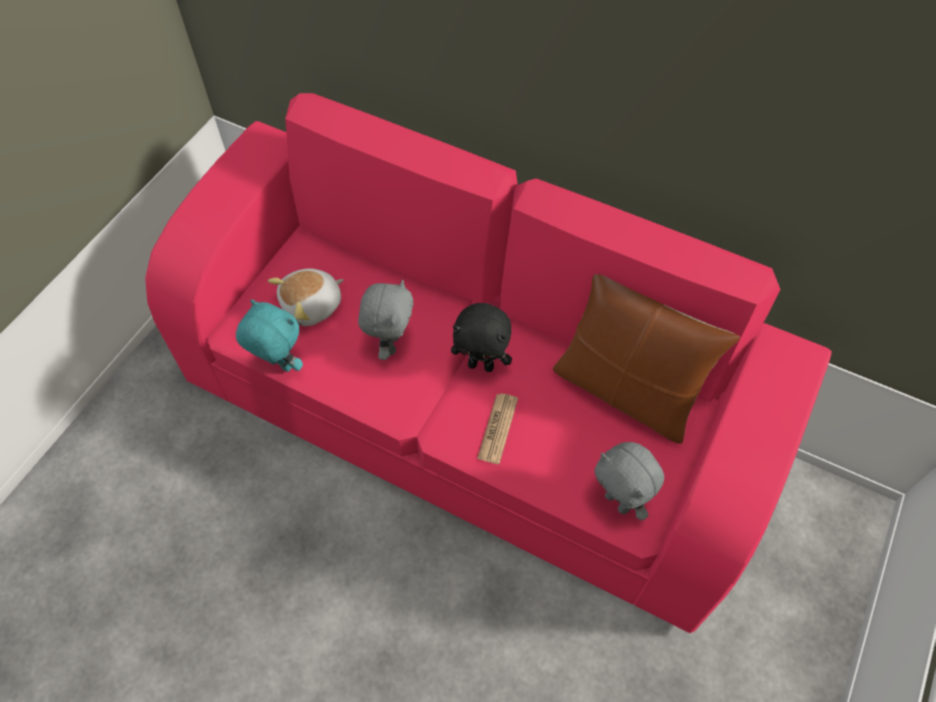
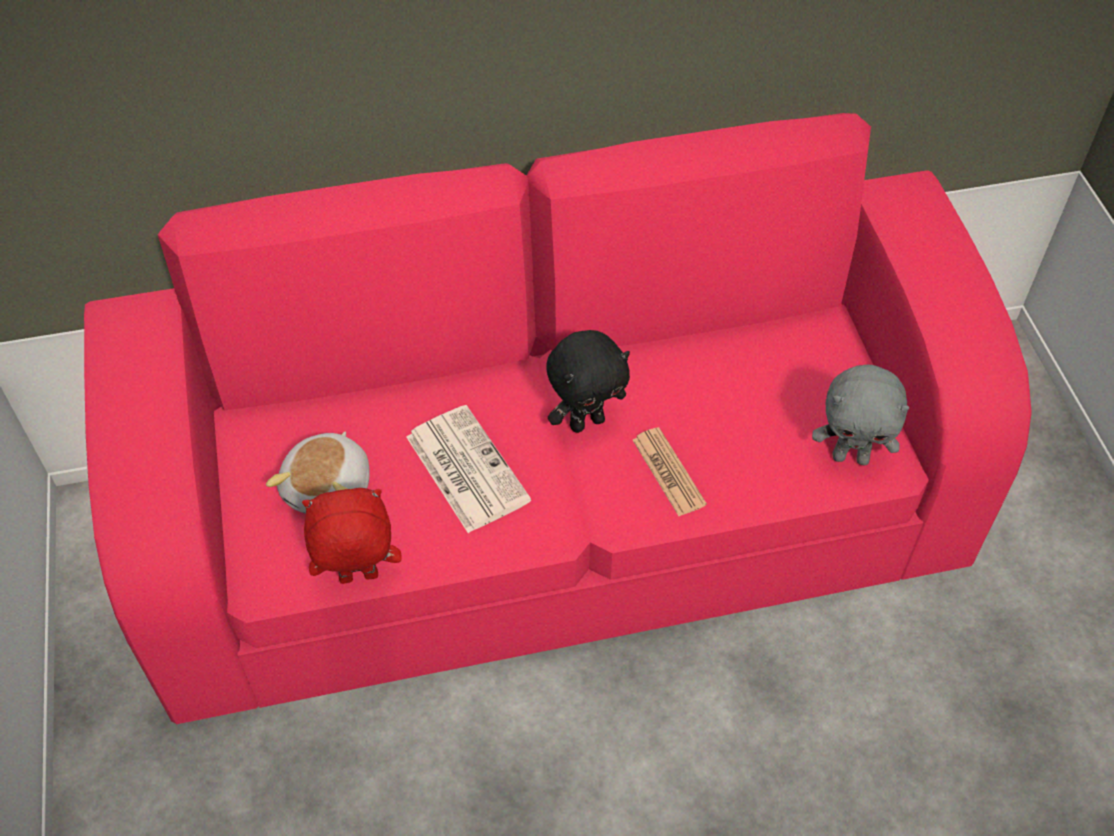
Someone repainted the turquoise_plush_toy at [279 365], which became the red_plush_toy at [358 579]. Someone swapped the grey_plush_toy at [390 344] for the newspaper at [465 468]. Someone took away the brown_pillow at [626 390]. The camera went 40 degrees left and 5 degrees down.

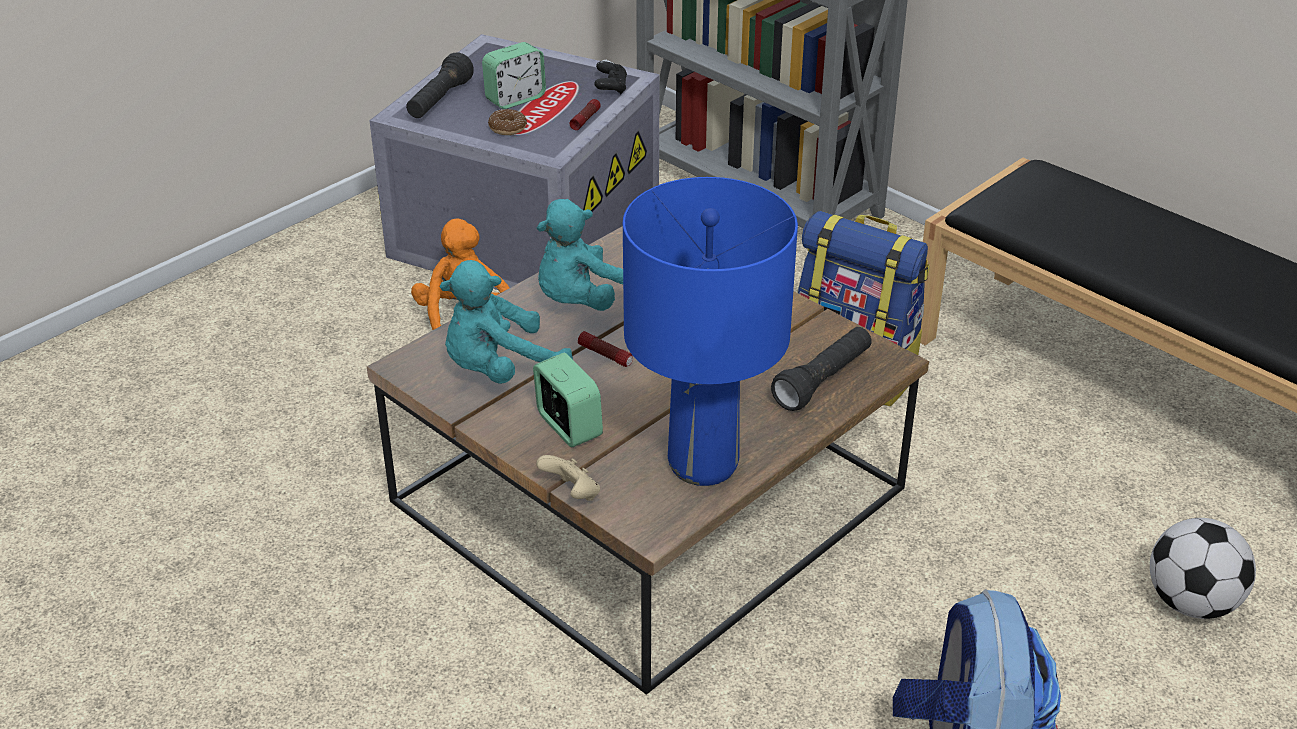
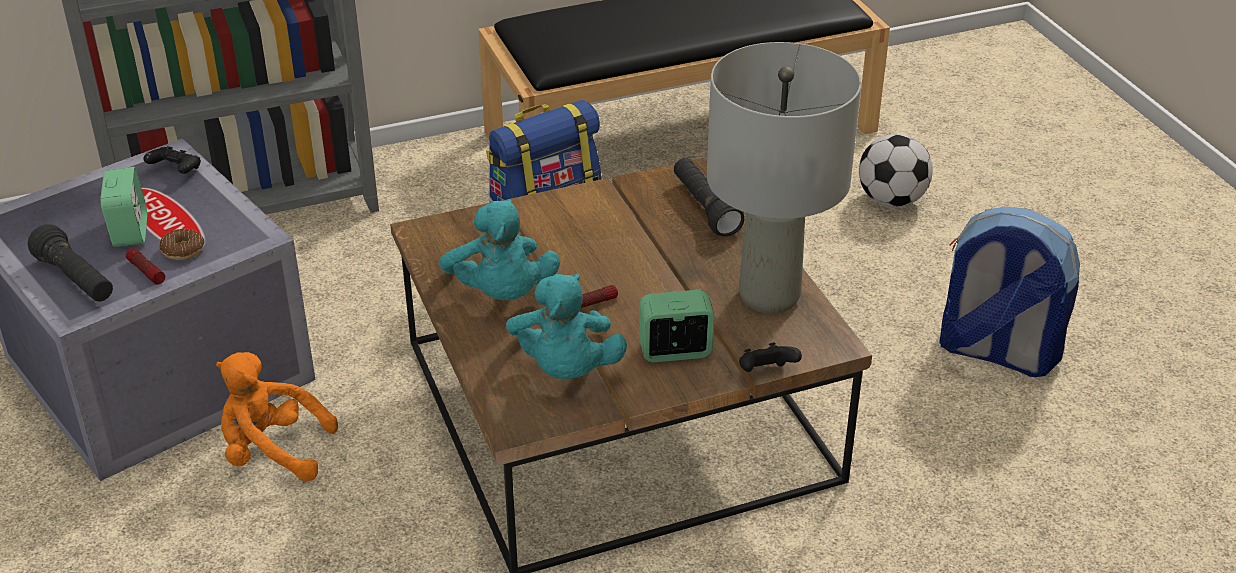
Someone repainted the beige_game_controller at [572 494], which became the black_game_controller at [766 373]. Someone carried the flashlight from [585 120] to [146 271]. Someone repainted the blue_table_lamp at [703 463], which became the grey_table_lamp at [768 295]. The camera went 65 degrees left and 0 degrees up.

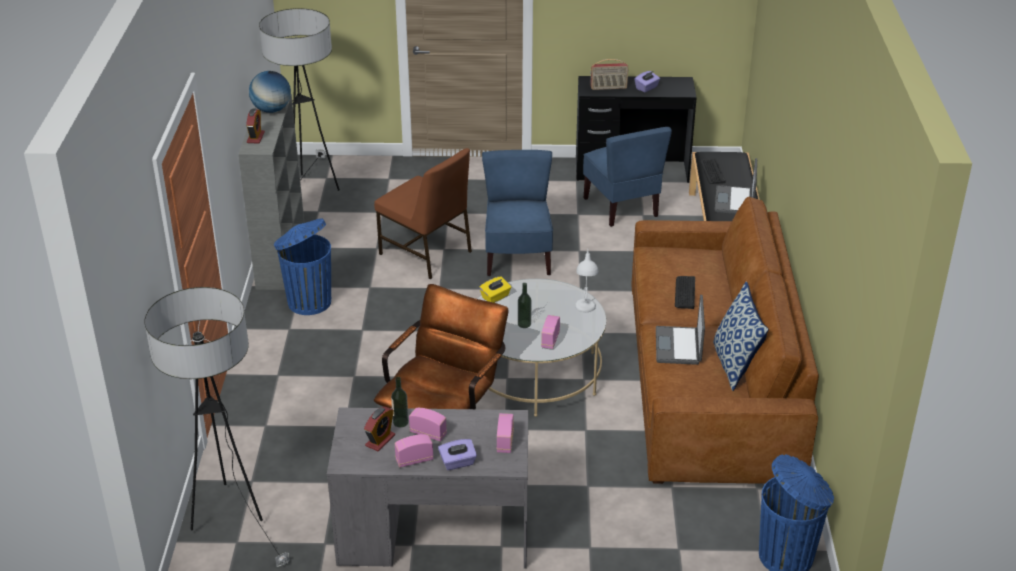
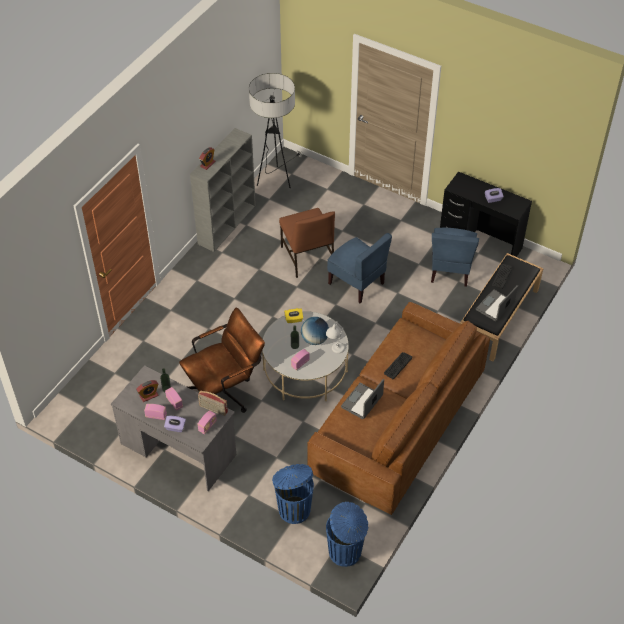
Someone took away the floor_lamp at [229 518]. Someone carried the globe from [271 110] to [314 339]. Someone carried the blue_trash_can from [308 301] to [294 509]. Someone rotated the blue_chair at [517 258] by 105 degrees clockwise. Someone carried the radio from [608 88] to [213 409]. Someone took away the pillow at [735 365]. The camera went 30 degrees right and 15 degrees up.

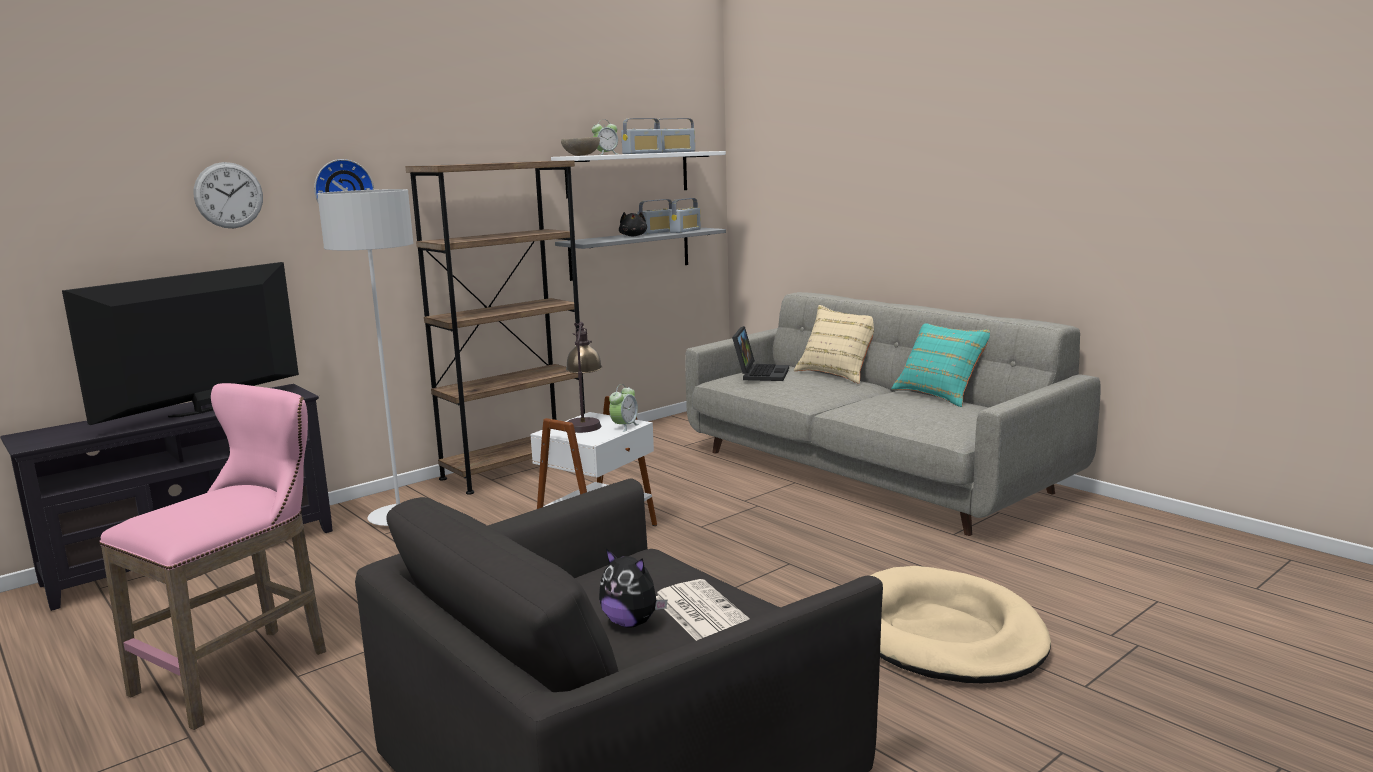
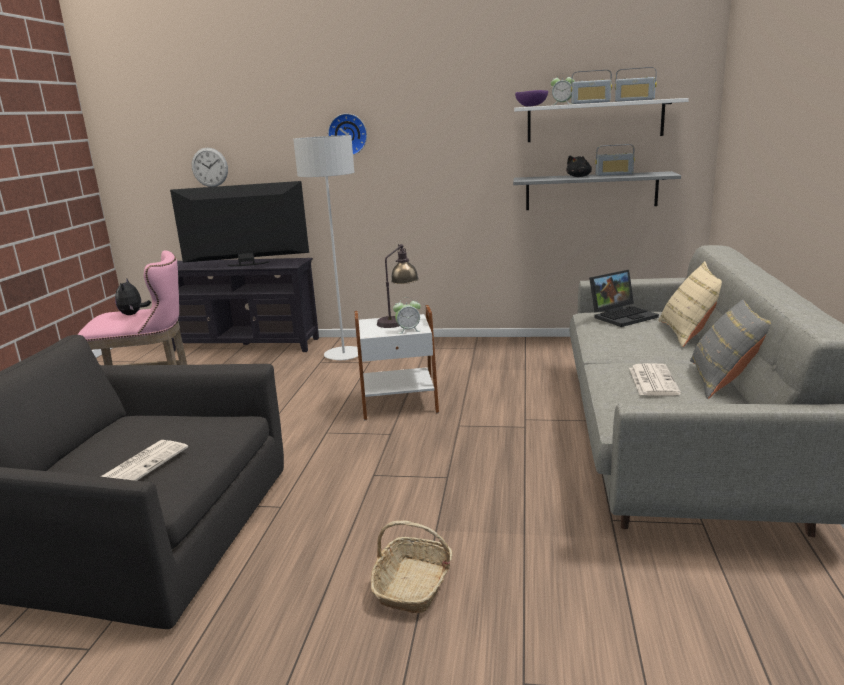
Someone carried the wall_clock from [228 195] to [209 167]. Someone took away the brown_bookcase at [516 469]. Someone repainted the beige_bowl at [581 155], which became the purple_bowl at [532 106]. Someone carried the plush_toy from [631 622] to [133 314]. Someone took away the radio at [685 231]. Someone swapped the beige_dog_bed at [942 633] for the basket at [413 585]. Someone repainted the turquoise_pillow at [940 395], which became the grey_pillow at [725 380]. Someone put down the newspaper at [652 380]. The camera went 50 degrees right and 5 degrees up.

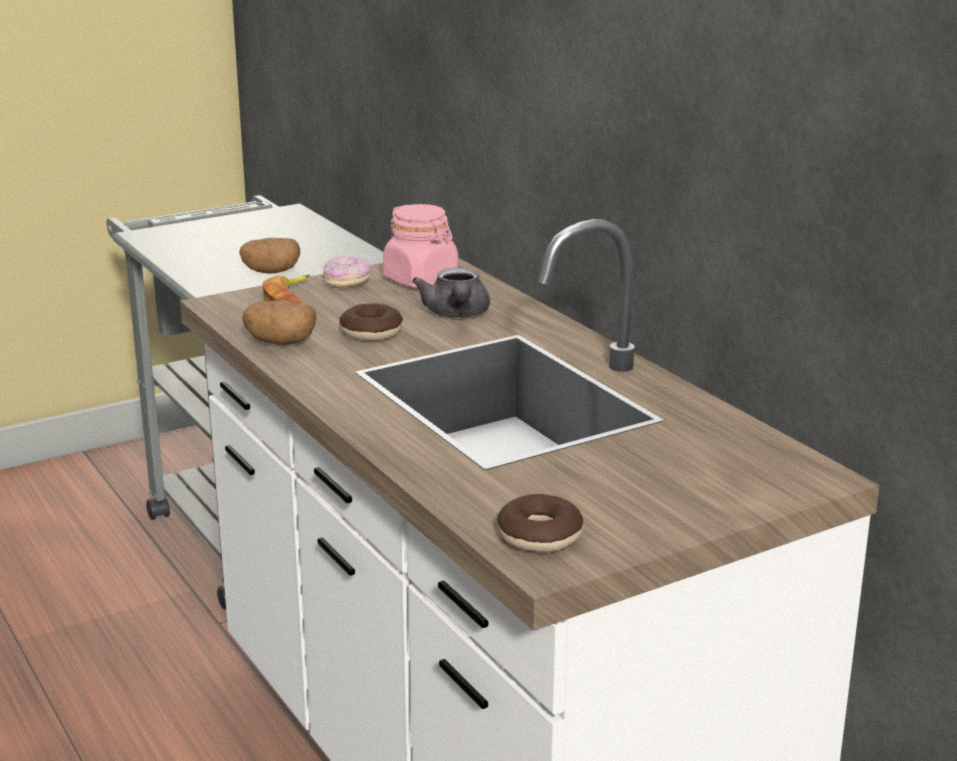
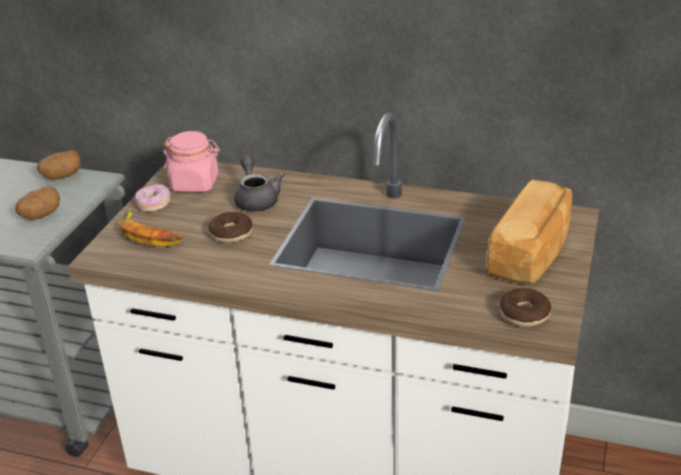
Someone carried the potato from [280 343] to [62 177]. Someone rotated the grey_teapot at [456 314] by 150 degrees counterclockwise. Someone put down the bread at [532 254]. The camera went 40 degrees left and 10 degrees up.

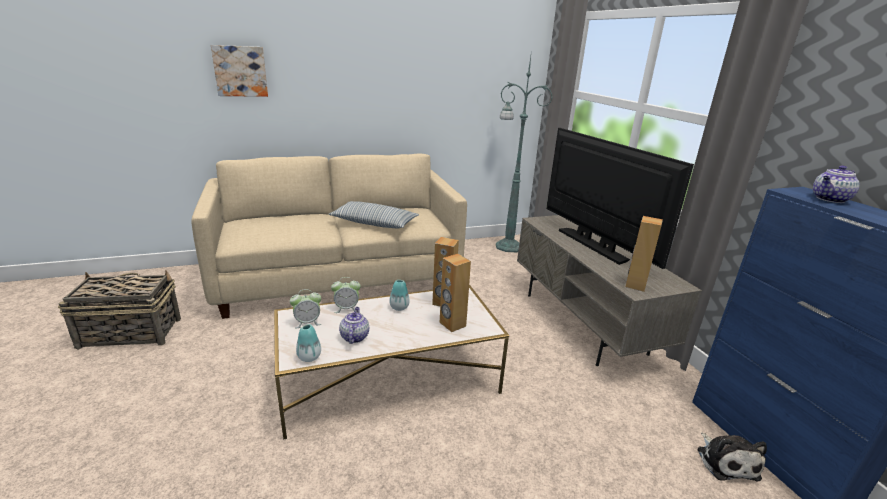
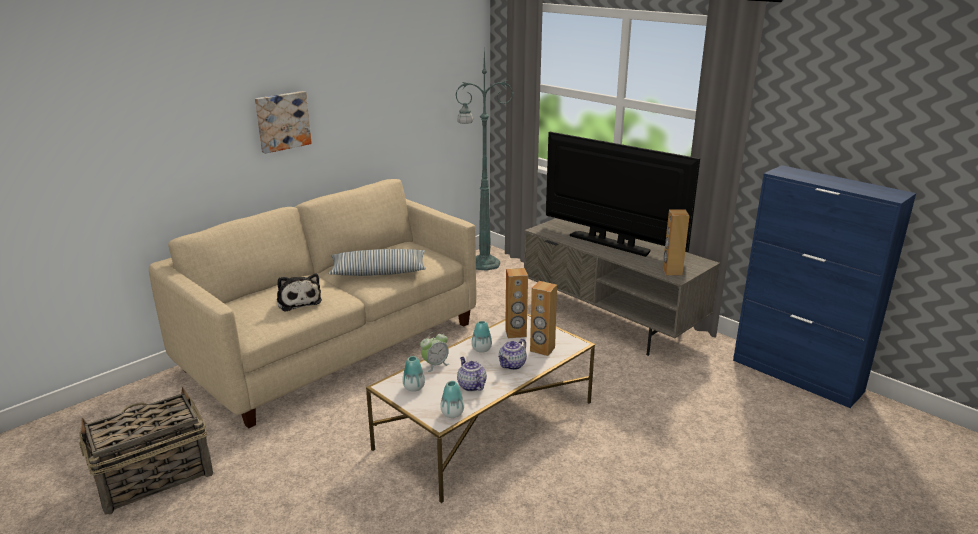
Someone carried the picture from [240 71] to [282 121]. Someone swapped the alarm_clock at [307 322] for the vase at [414 387]. Someone carried the plush_toy from [726 461] to [298 301]. Someone carried the teapot from [830 199] to [512 365]. The camera went 25 degrees left and 0 degrees up.

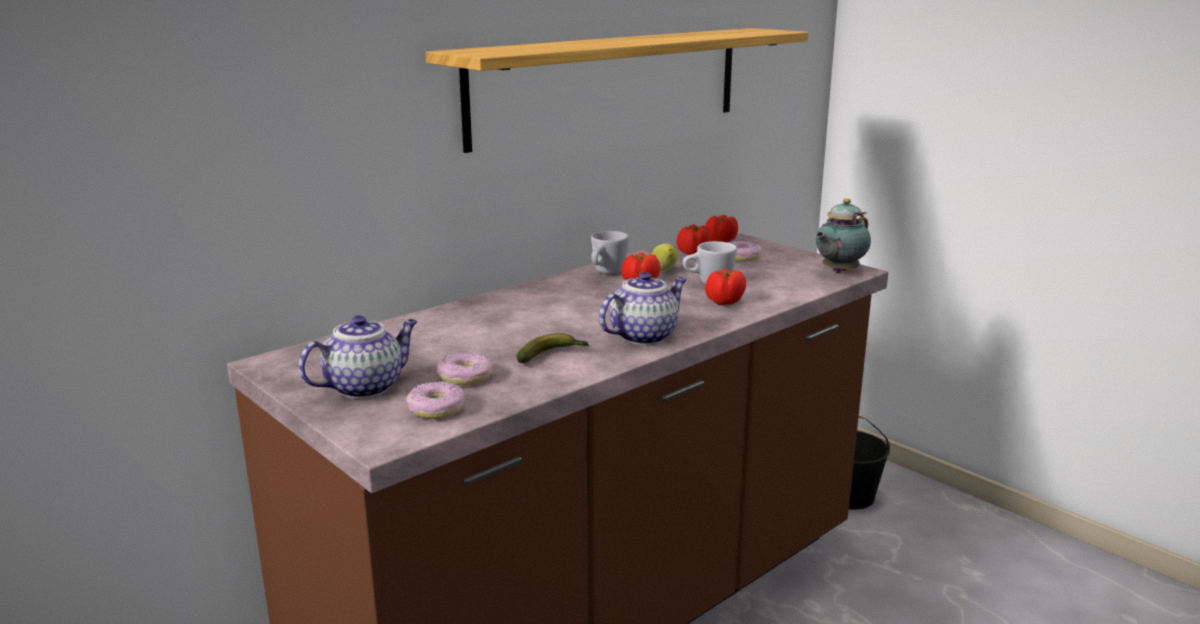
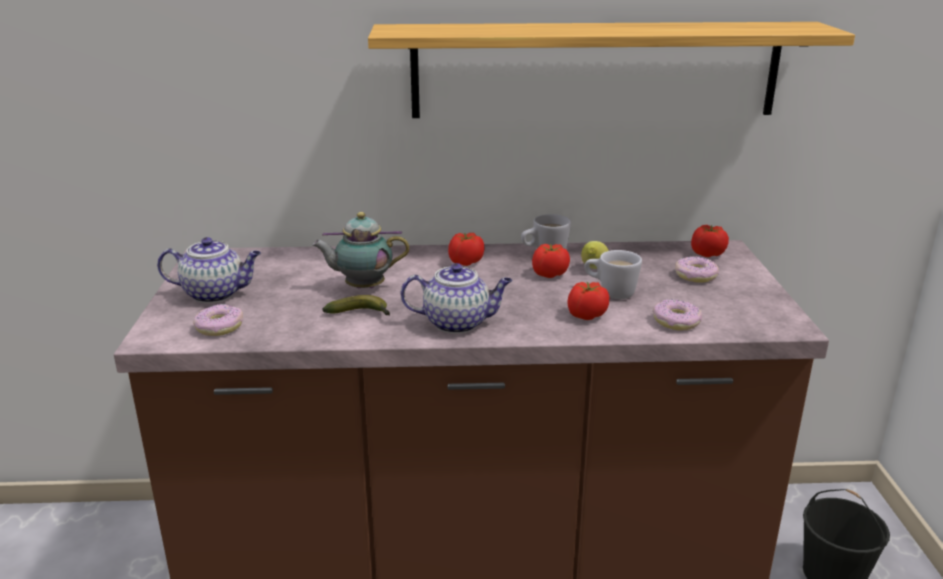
Someone carried the donut from [465 377] to [676 321]. Someone carried the tomato from [693 253] to [465 262]. Someone carried the teapot from [838 272] to [362 287]. The camera went 40 degrees right and 5 degrees up.

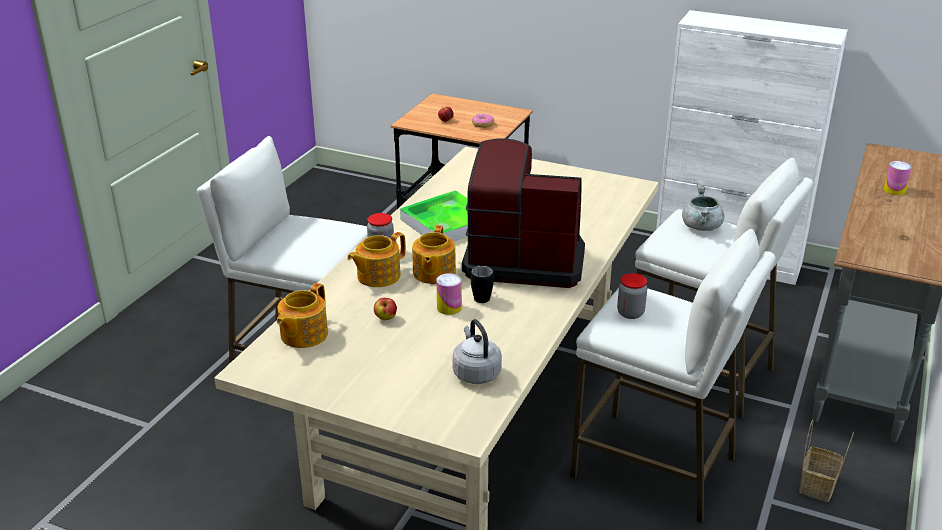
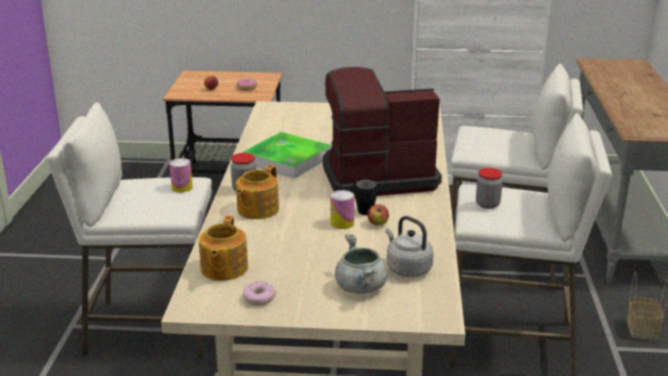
Someone carried the apple from [385 318] to [377 224]. Someone took away the teapot at [433 273]. Someone carried the grey_cooking_pot from [701 227] to [361 288]. Someone carried the can from [894 190] to [182 187]. Someone put down the donut at [259 298]. The camera went 20 degrees left and 5 degrees down.

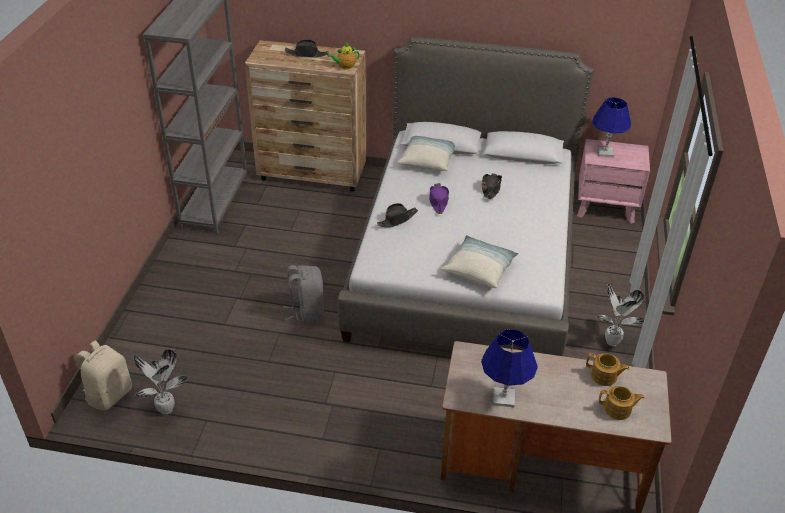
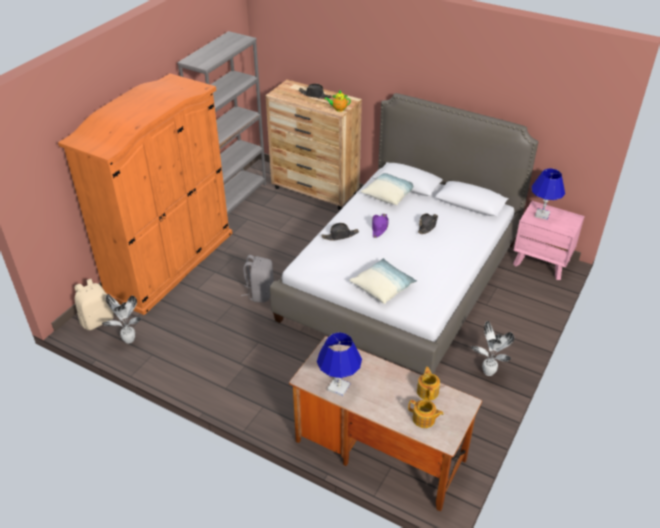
Someone rotated the teapot at [604 376] by 135 degrees counterclockwise. Someone put down the orange_wardrobe at [169 263]. The camera went 20 degrees right and 0 degrees up.

